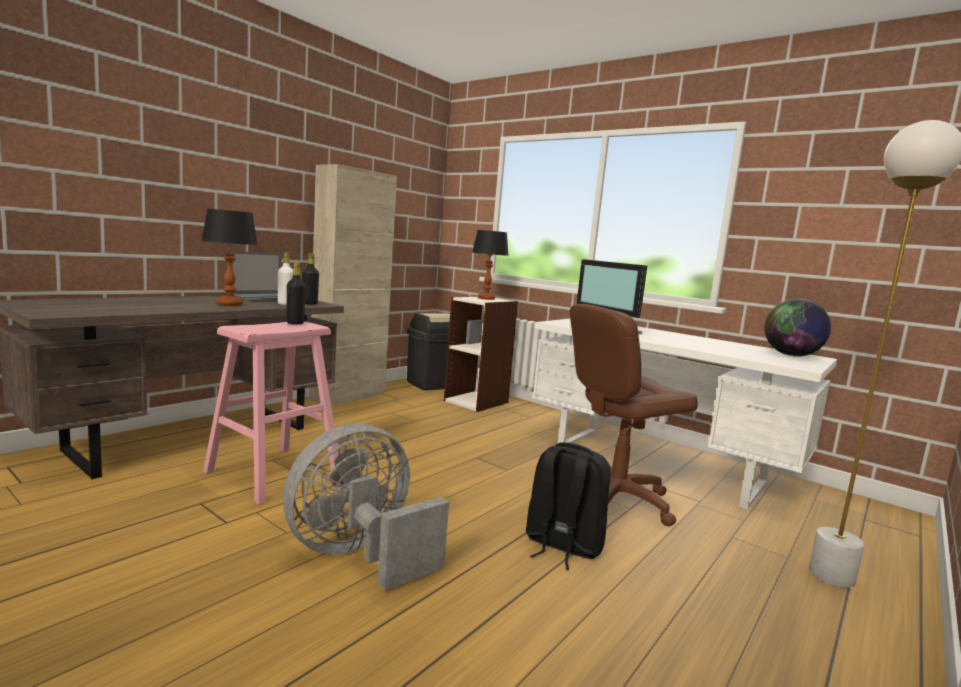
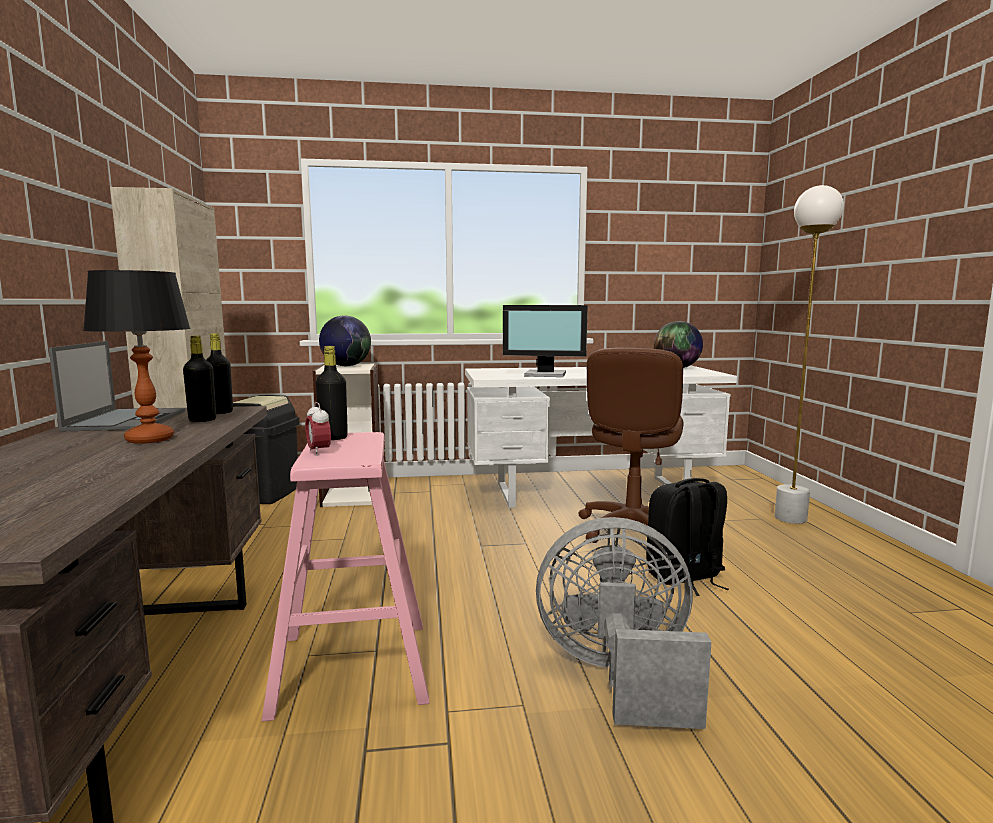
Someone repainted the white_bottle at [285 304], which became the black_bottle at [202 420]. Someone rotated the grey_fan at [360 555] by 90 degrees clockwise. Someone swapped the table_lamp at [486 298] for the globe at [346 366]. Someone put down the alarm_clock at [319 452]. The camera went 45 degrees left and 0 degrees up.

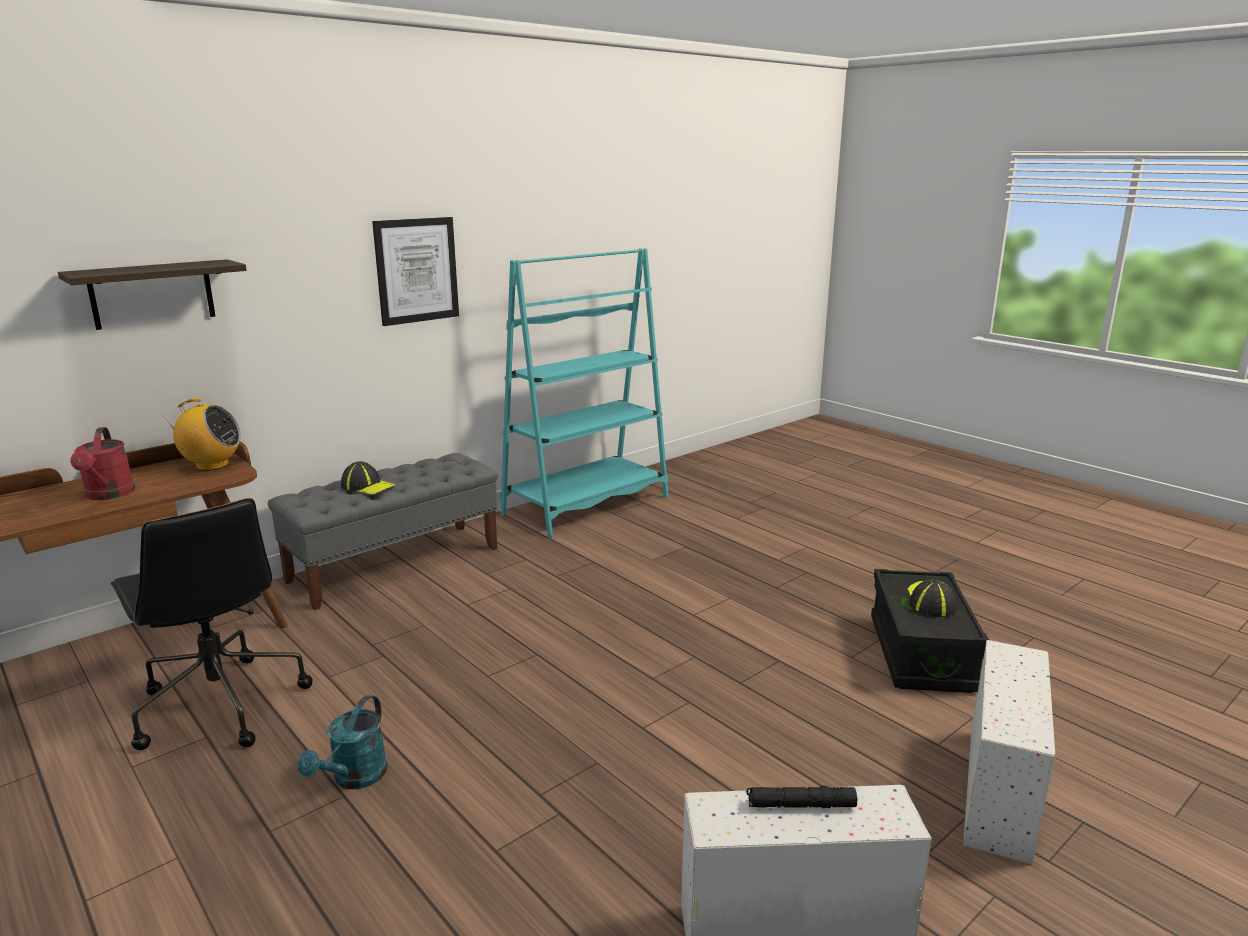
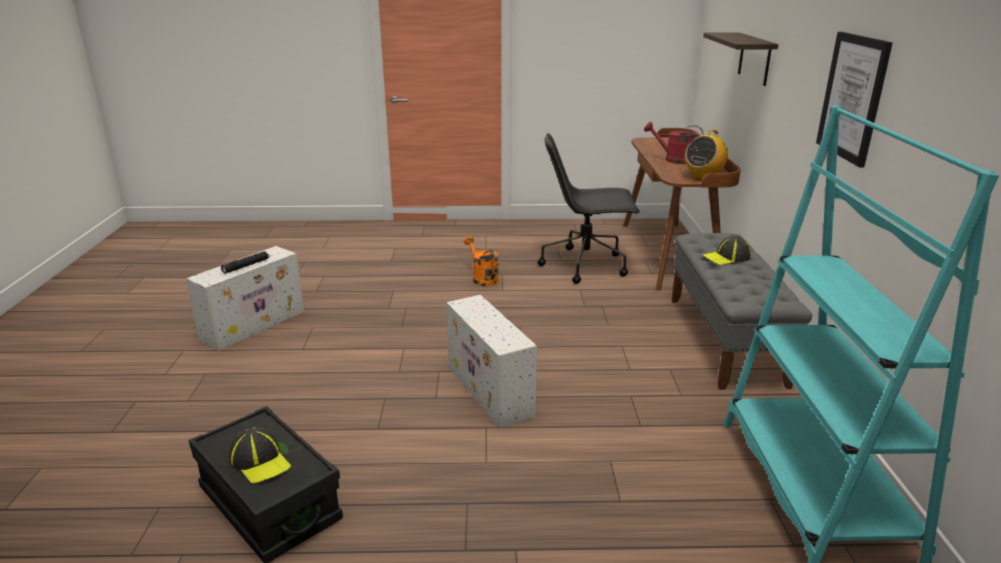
Someone repainted the turquoise_watering_can at [354 778], which became the orange_watering_can at [482 278]. Someone carried the white_storage_box from [998 789] to [490 391]. The camera went 130 degrees right and 5 degrees up.

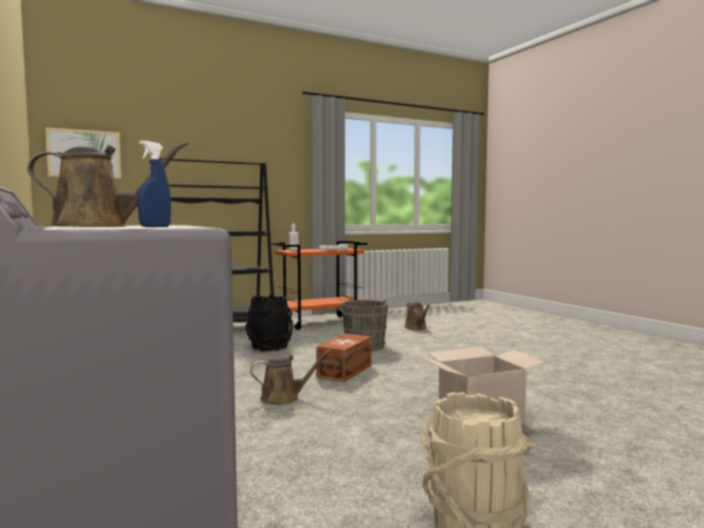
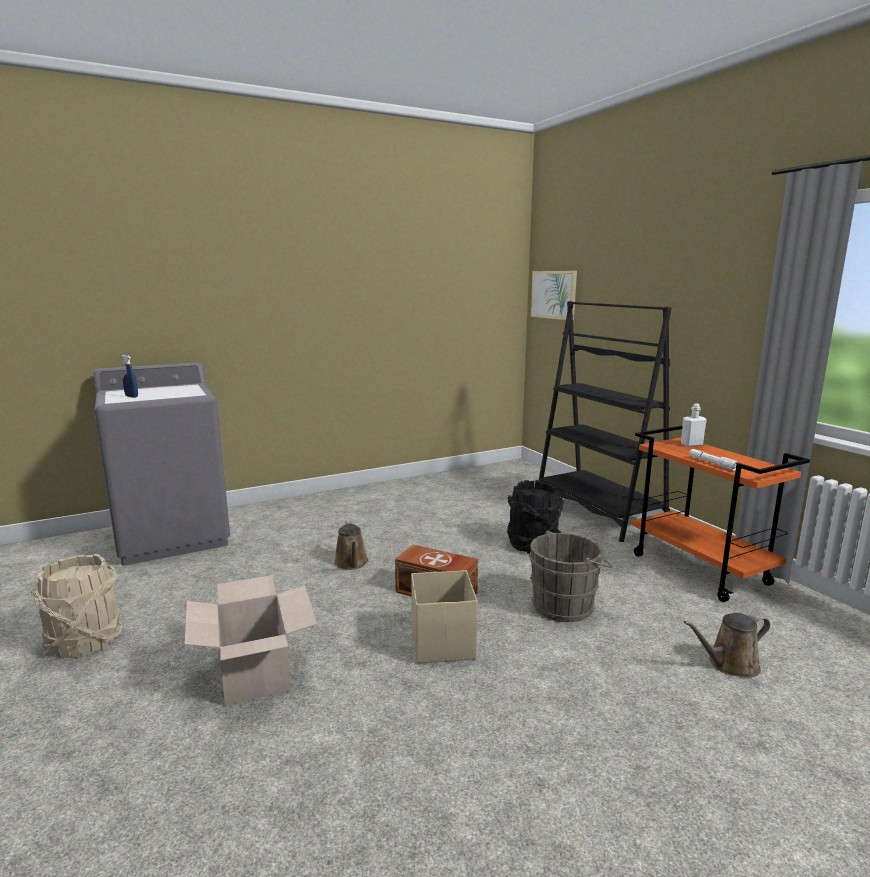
Someone took away the brown_watering_can at [98 226]. Someone put down the beige_storage_box at [443 643]. The camera went 90 degrees right and 10 degrees up.

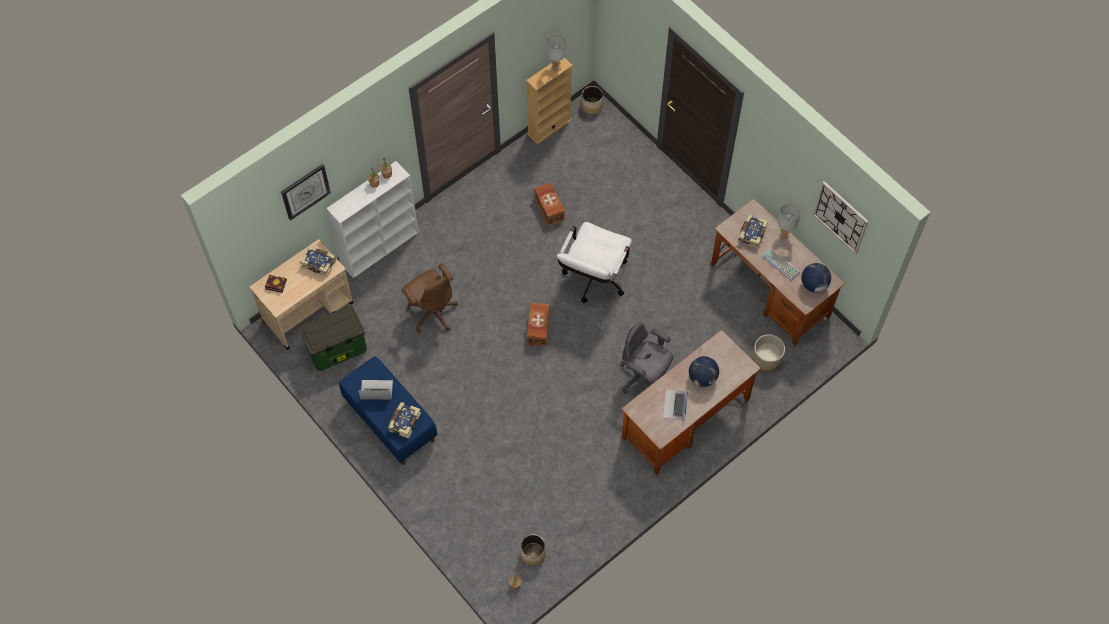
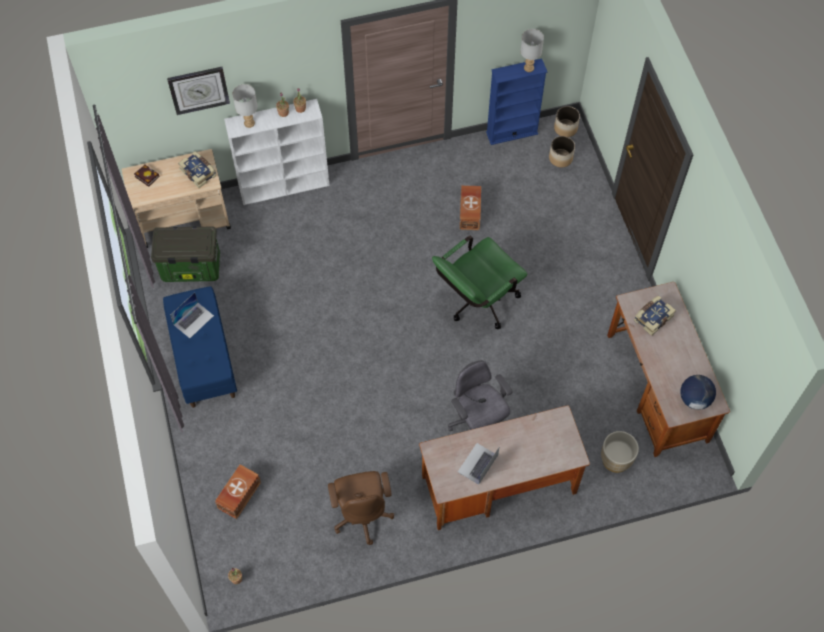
Someone rotated the laptop at [376 389] by 105 degrees clockwise. Someone took away the book at [404 422]. Someone carried the brown_office_chair from [432 312] to [362 514]. Someone carried the planter from [533 553] to [561 158]. Someone repainted the beige_bookcase at [549 127], which became the blue_bookcase at [512 133]. Someone carried the brown_storage_box from [537 329] to [238 495]. Someone repainted the white_office_chair at [593 281], which became the green_office_chair at [476 302]. Someone took away the globe at [702 378]. Someone took away the keyboard at [781 264]. Someone carried the grey_table_lamp from [784 235] to [249 123]. Someone took away the wall_clock at [840 217]. The camera went 25 degrees right and 0 degrees up.

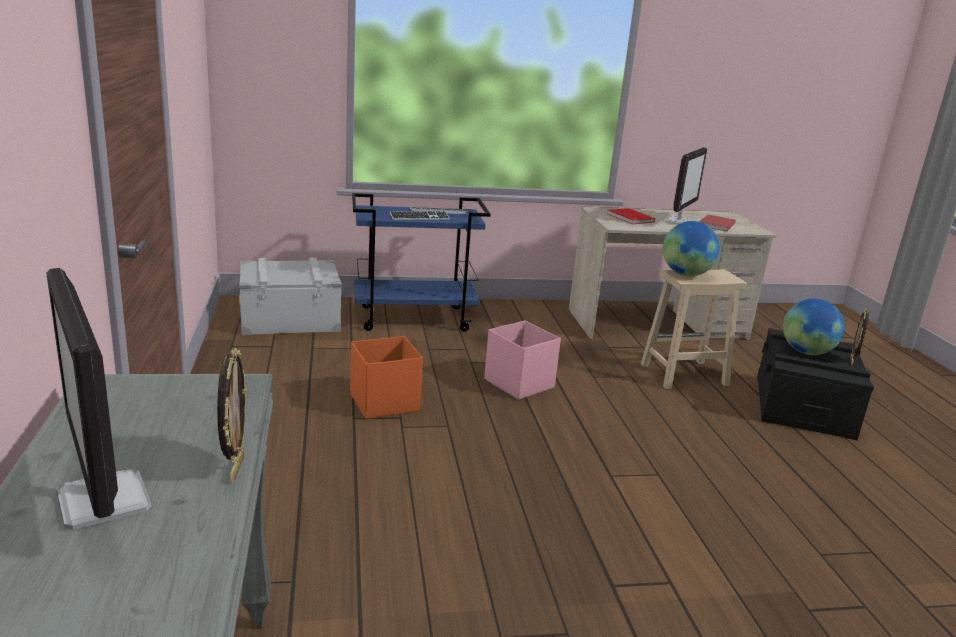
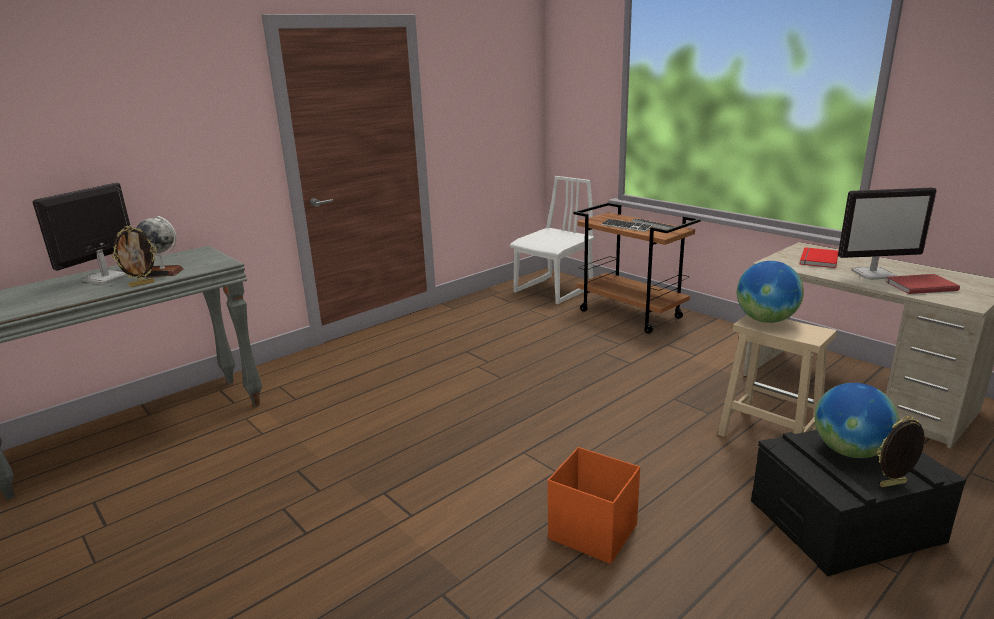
Someone swapped the grey_storage_box at [290 318] for the white_chair at [554 290]. Someone carried the orange_storage_box from [383 403] to [592 531]. Someone repainted the blue_cart at [415 318], which became the brown_cart at [631 314]. Someone took away the pink_storage_box at [518 383]. Someone put down the globe at [163 272]. The camera went 60 degrees right and 0 degrees up.

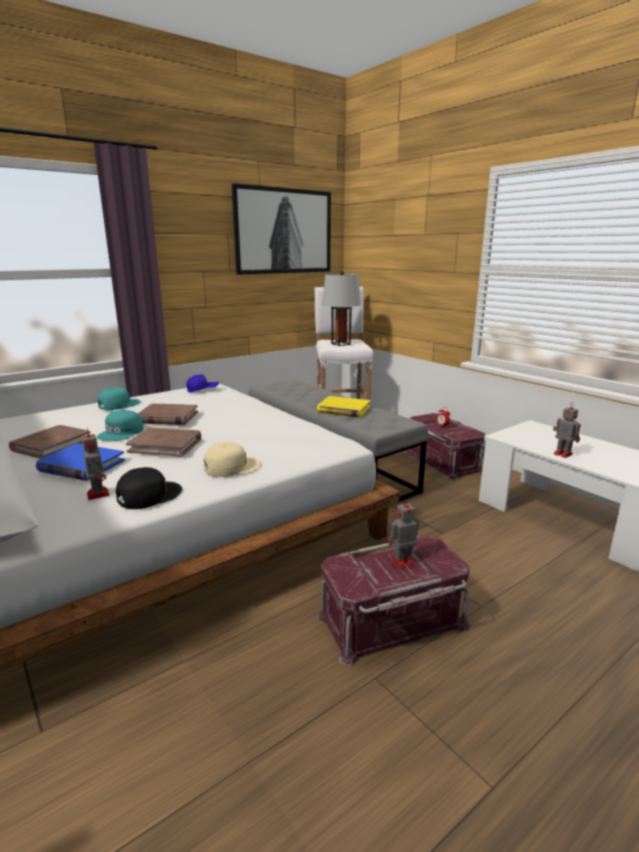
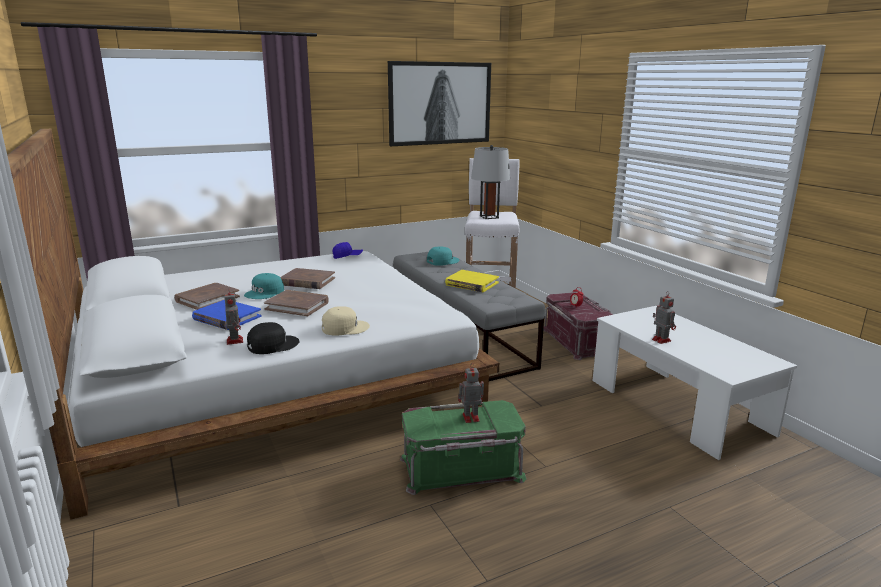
Someone carried the turquoise_cap from [119 404] to [442 261]. Someone repainted the red_storage_box at [392 622], which became the green_storage_box at [461 469]. The camera went 10 degrees right and 0 degrees up.

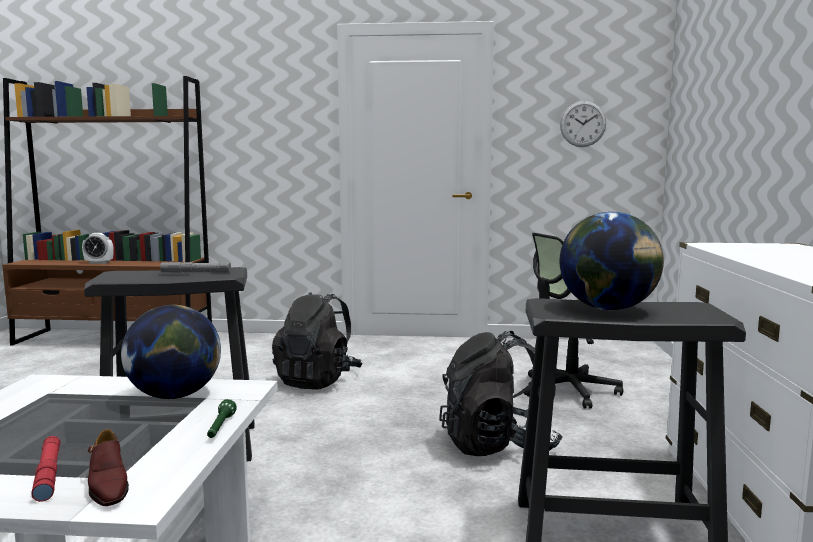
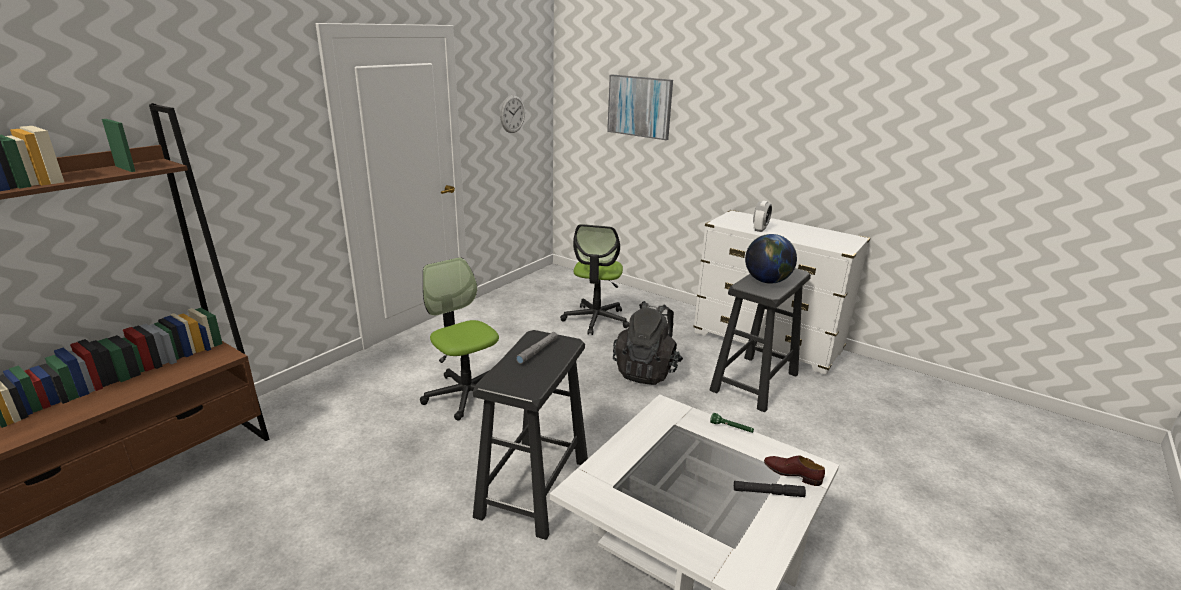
Someone repainted the red_flashlight at [48 474], which became the black_flashlight at [768 492]. Someone carried the alarm_clock from [99 263] to [760 229]. Someone rotated the brown_shoe at [108 485] by 150 degrees counterclockwise. Someone took away the globe at [175 396]. Someone swapped the black_backpack at [318 380] for the office_chair at [466 394]. Someone put up the picture at [639 106]. The camera went 60 degrees left and 15 degrees up.

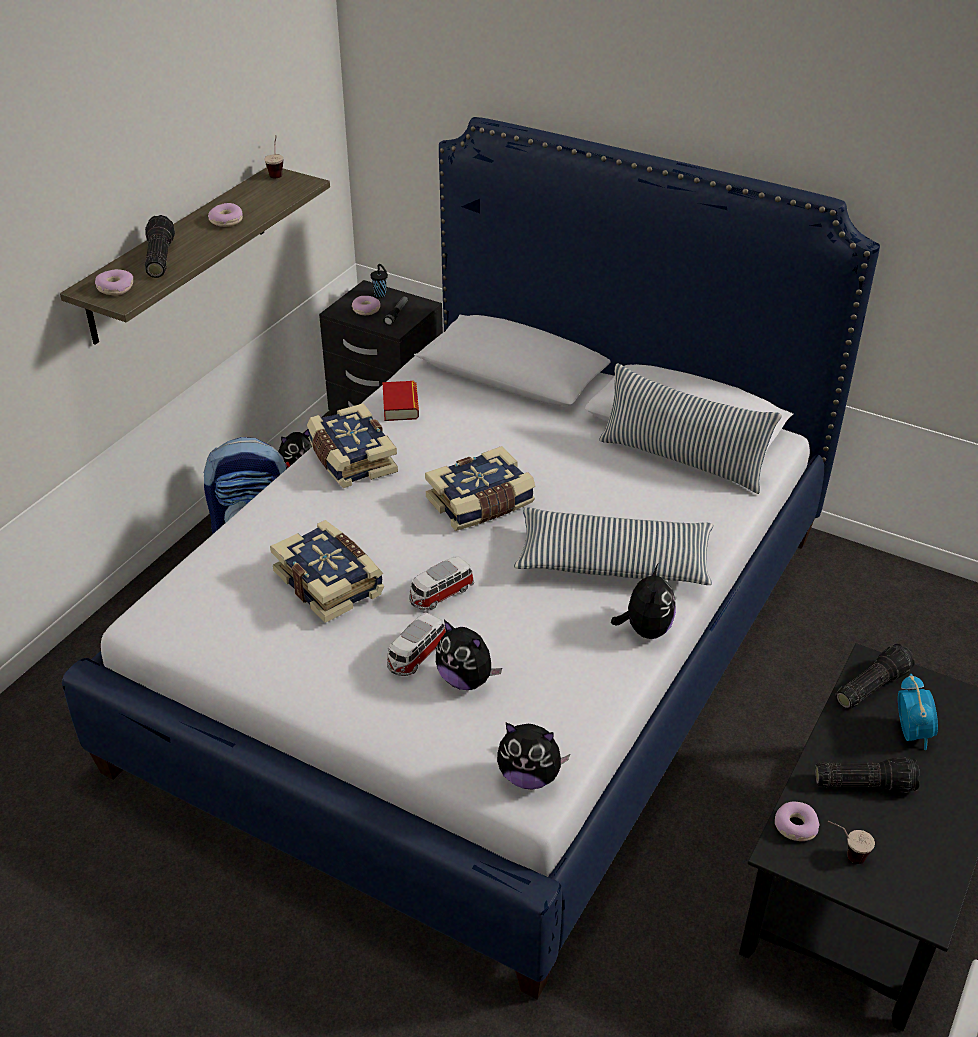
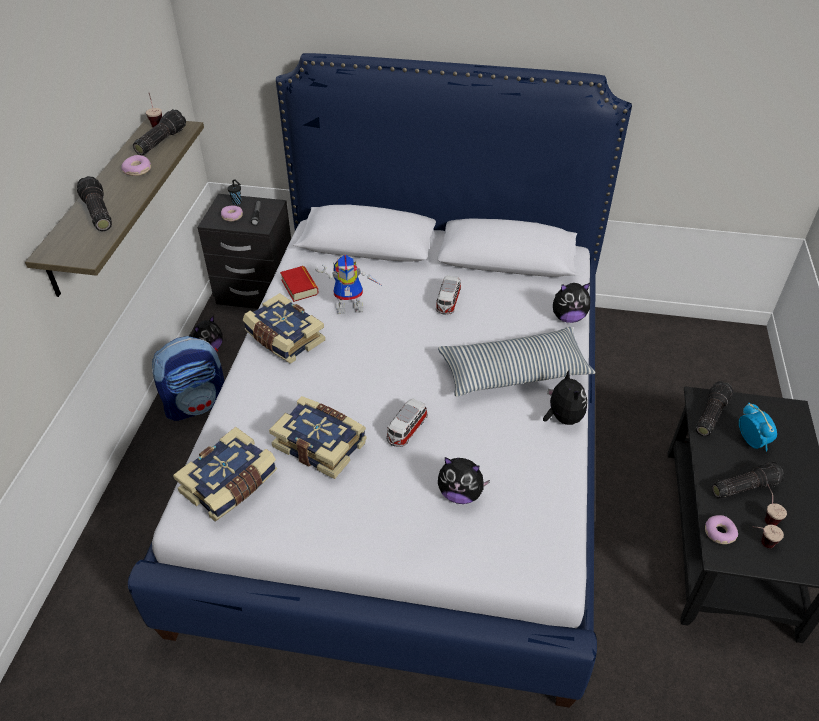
Someone took away the donut at [115 288]. Someone carried the toy_car from [416 656] to [448 302]. Someone carried the book from [481 504] to [230 484]. Someone carried the plush_toy from [529 776] to [568 317]. Someone took away the pillow at [682 460]. Someone put down the flashlight at [160 141]. Someone put down the toy_robot at [351 305]. Someone put down the cup at [766 515]. The camera went 20 degrees left and 5 degrees up.

